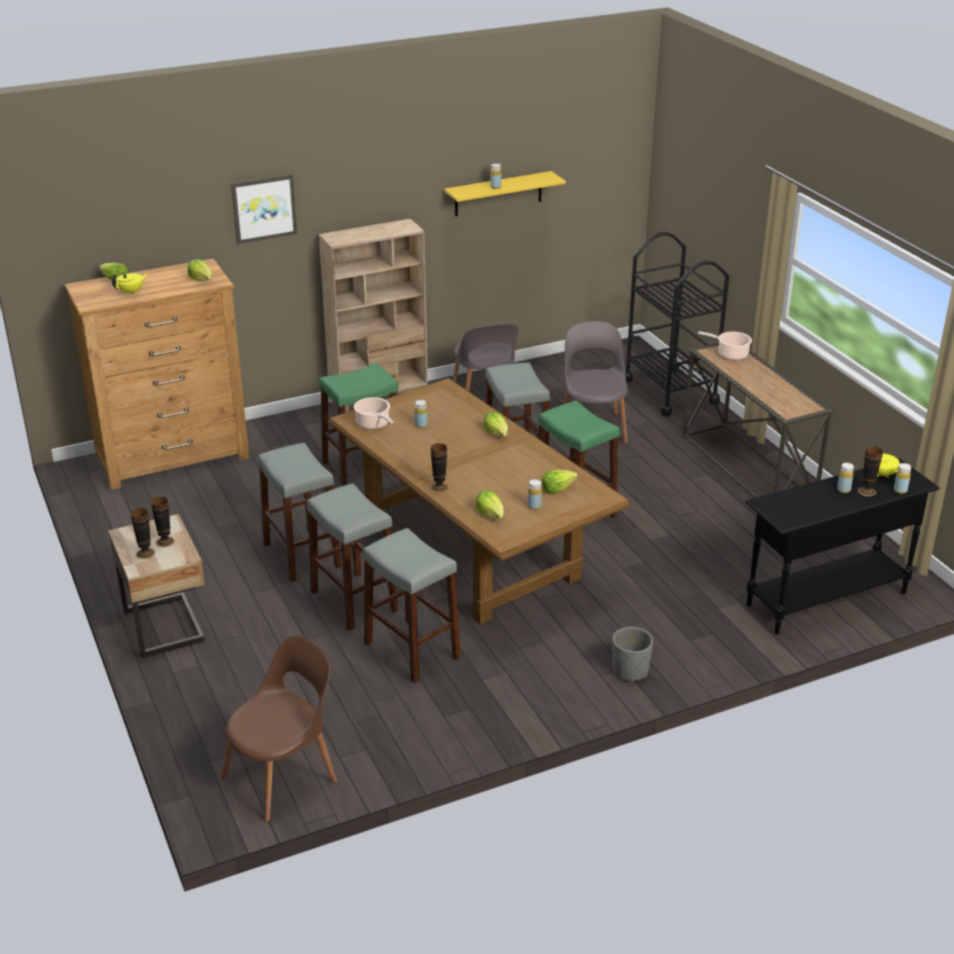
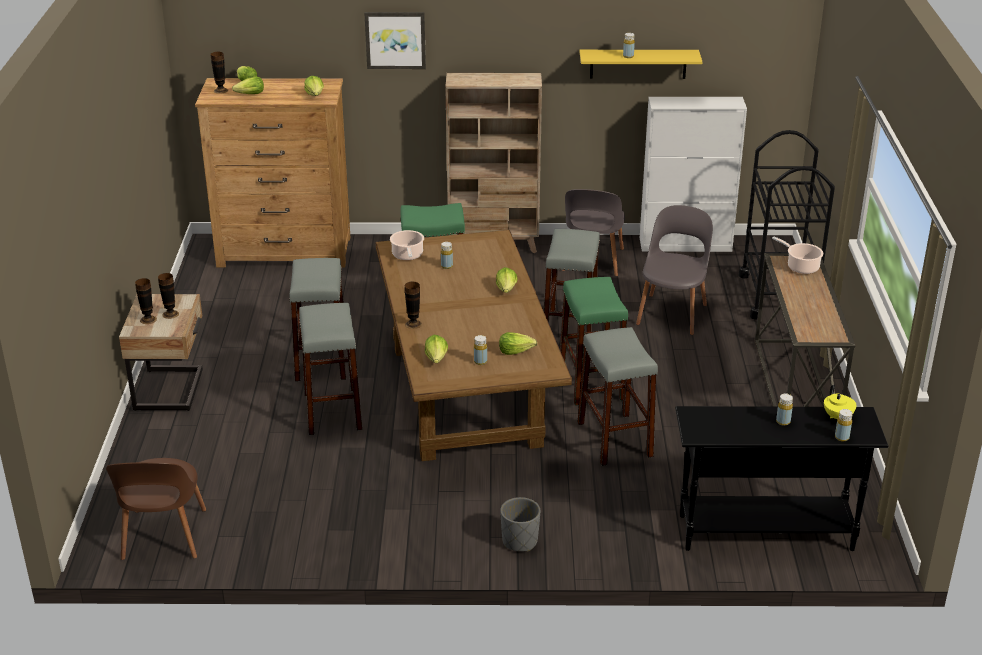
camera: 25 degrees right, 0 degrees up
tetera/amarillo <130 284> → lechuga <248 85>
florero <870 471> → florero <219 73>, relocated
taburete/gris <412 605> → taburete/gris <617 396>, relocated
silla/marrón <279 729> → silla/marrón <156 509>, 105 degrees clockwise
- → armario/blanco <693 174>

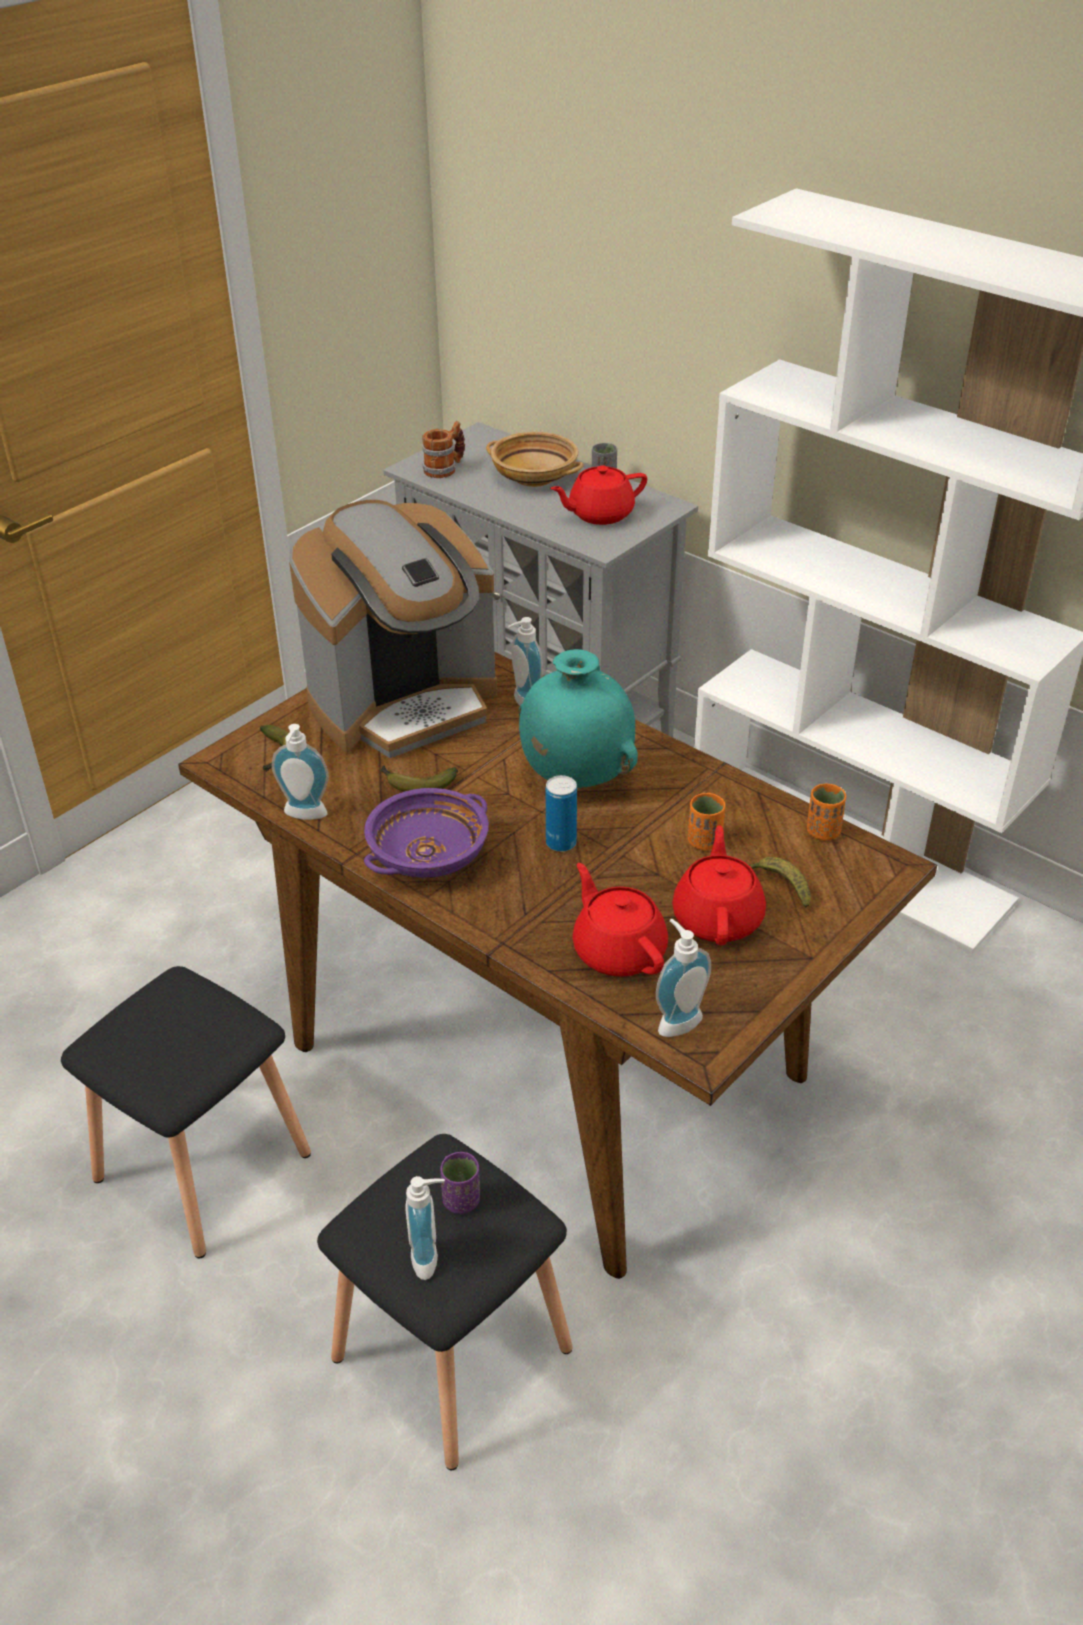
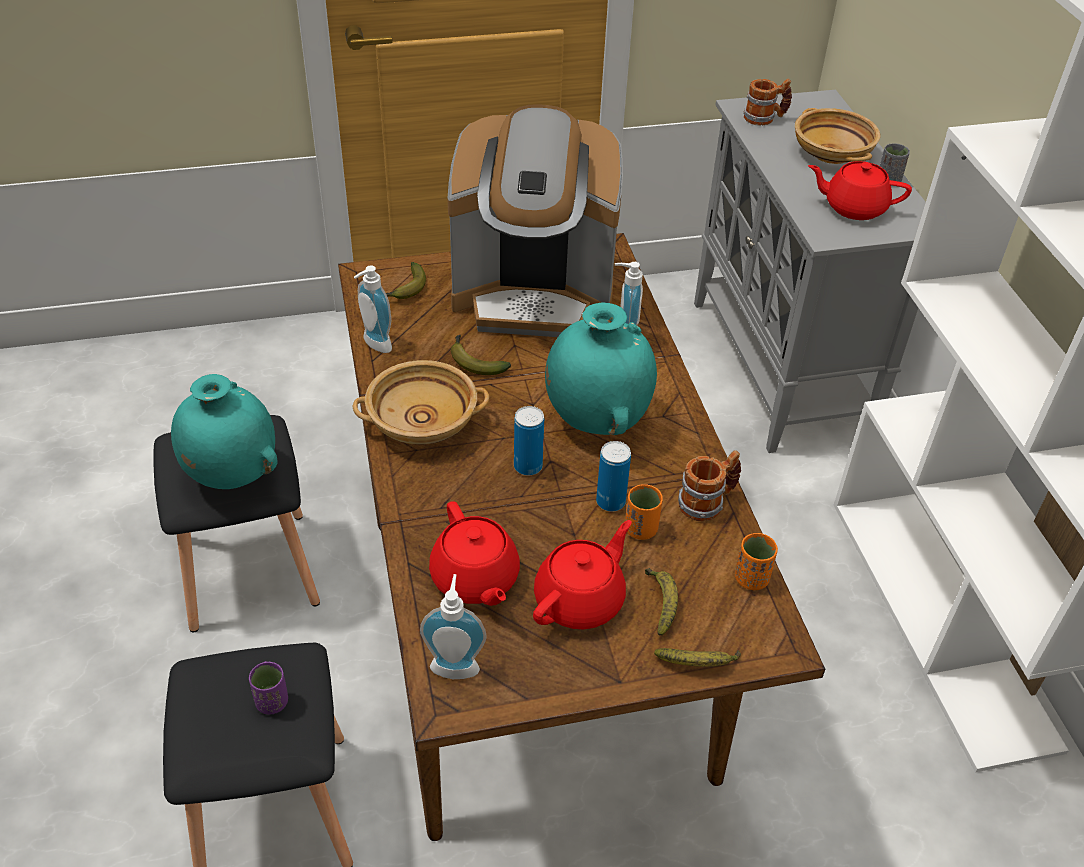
camera: 35 degrees right, 5 degrees up
cuenco/morado <426 833> → cuenco/beis <421 402>
tetera/rojo <620 920> → tetera/rojo <474 553>, 150 degrees clockwise
dispensador de jabón <425 1228> → -
- → florero/turquesa <224 431>
- → lata <613 476>
- → taza grande <709 485>
- → plátano <697 657>

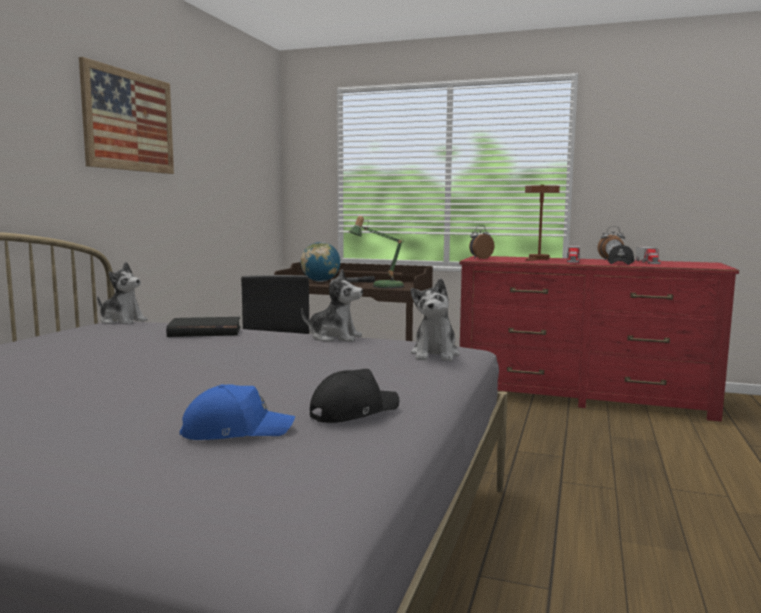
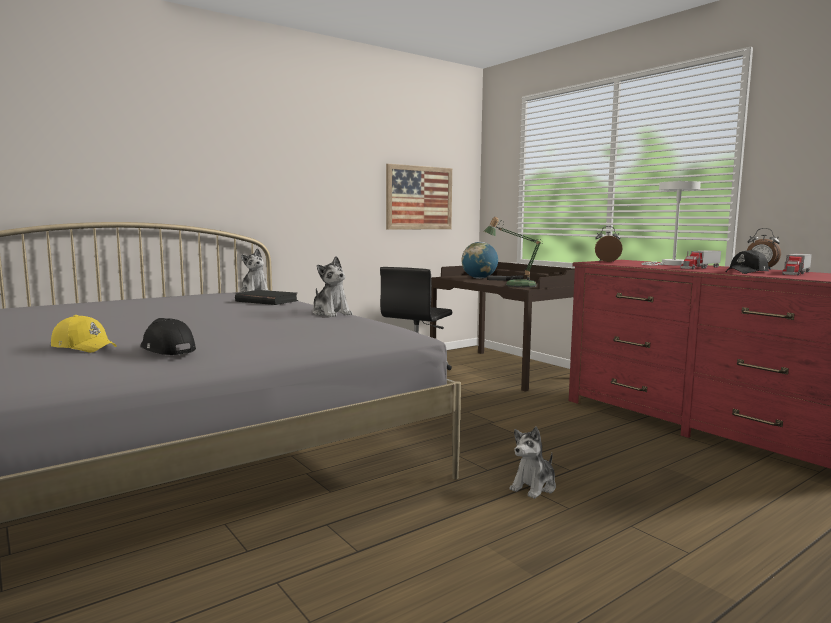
camera: 35 degrees right, 0 degrees up
cuadro <126 115> → cuadro <419 197>, relocated
lámpara de mesa/marrón <542 223> → lámpara de mesa/blanco <671 223>
peluche <435 320> → peluche <532 463>, relocated
gorra/negro <354 396> → gorra/negro <168 336>, 135 degrees counterclockwise
gorra/azul <237 412> → gorra/amarillo <84 334>

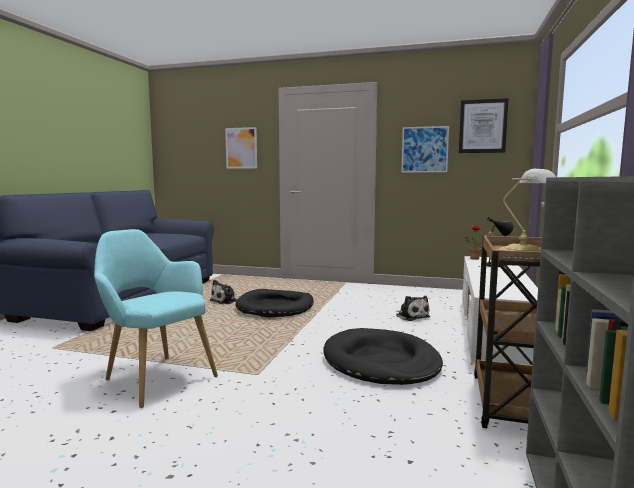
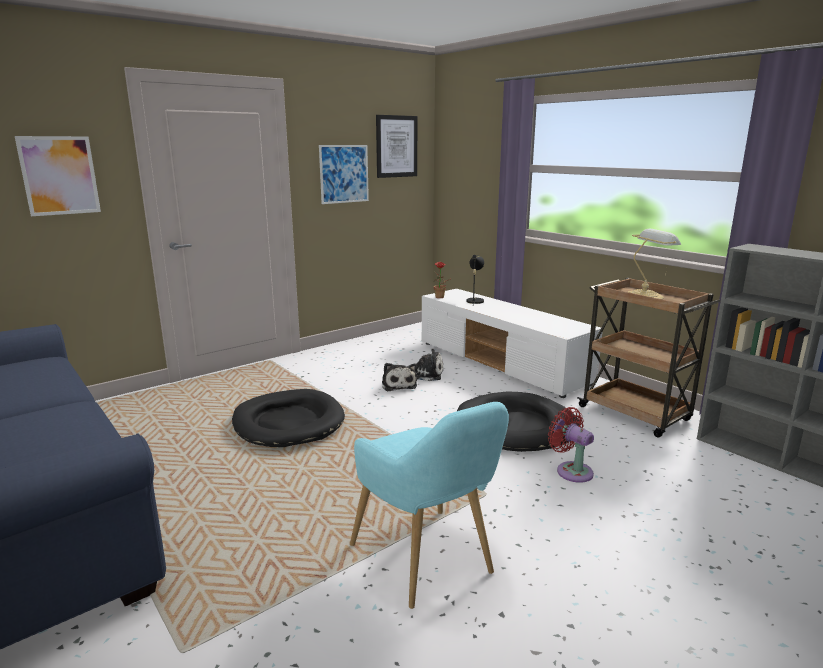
camera: 55 degrees left, 10 degrees up
sillón/turquesa <156 318> → sillón/turquesa <429 505>, 105 degrees counterclockwise
peluche <223 292> → peluche <399 377>, relocated
- → ventilador/rojo <571 445>

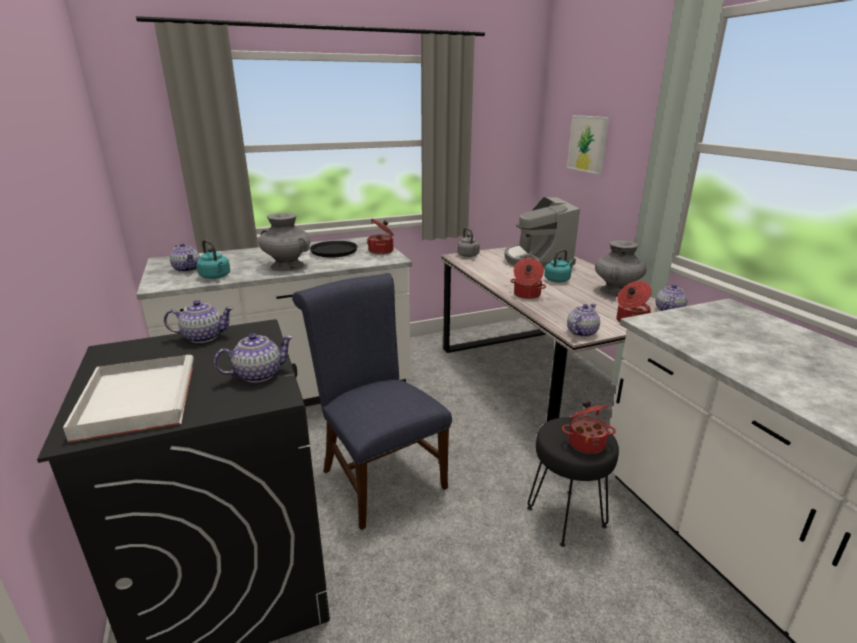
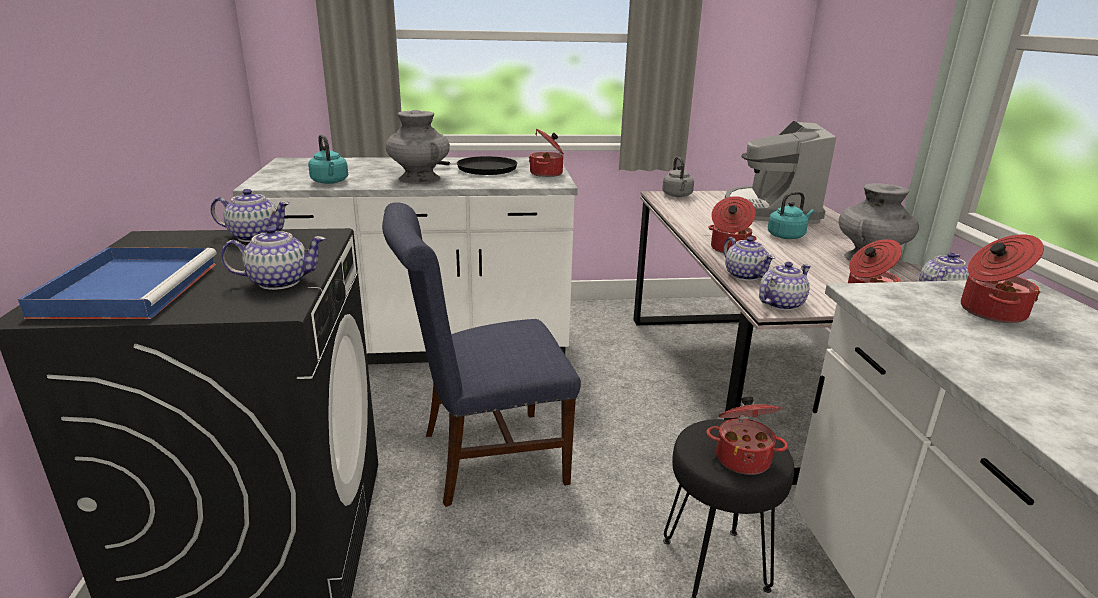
camera: 15 degrees right, 0 degrees up
cuadro <588 145> → -
tetera <185 257> → tetera <749 259>, relocated
silla/azul <372 401> → silla/azul <481 354>, 90 degrees counterclockwise
bandeja/blanco <128 399> → bandeja/azul <117 283>
- → olla <1002 278>

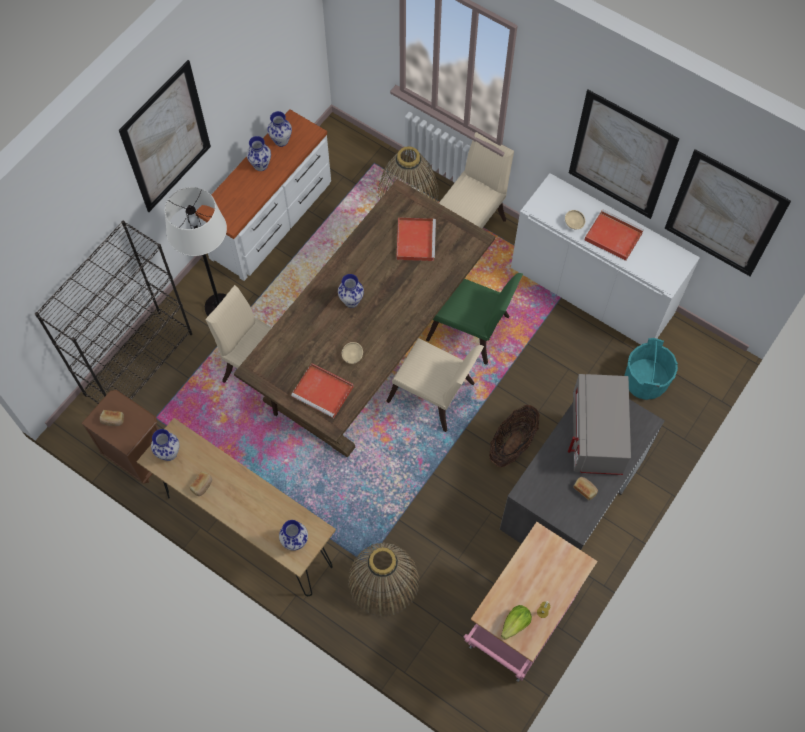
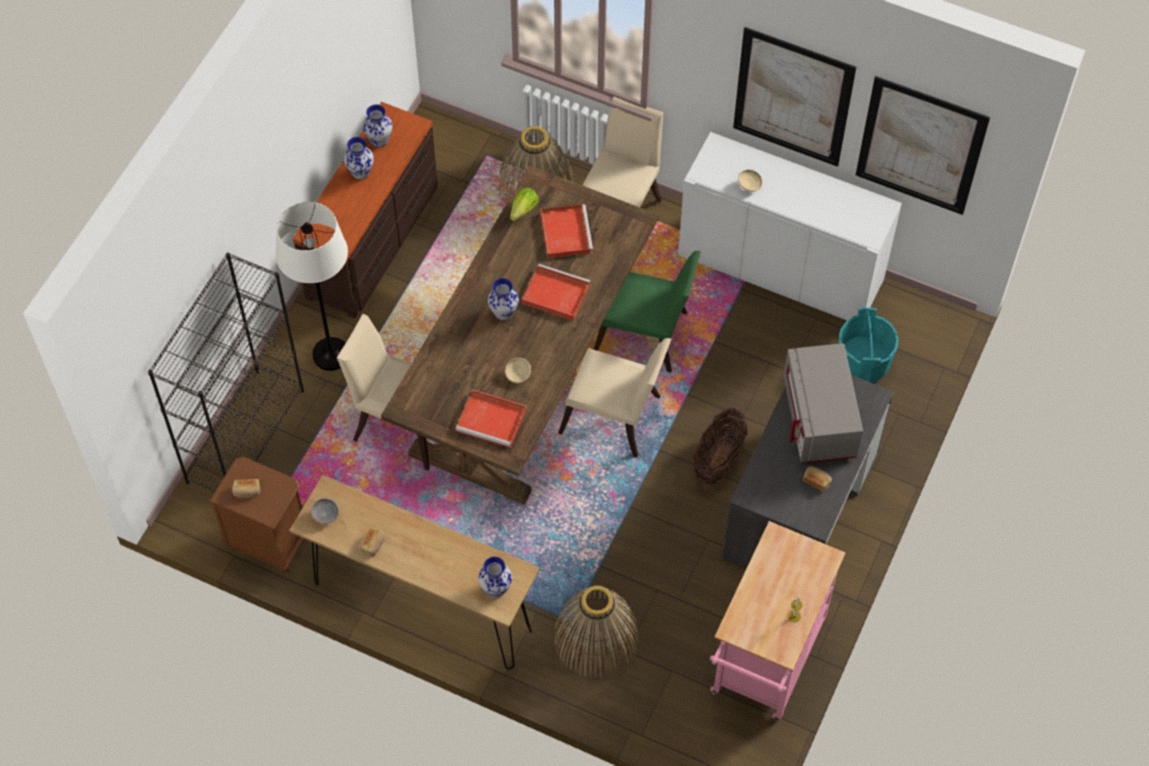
camera: 10 degrees left, 5 degrees down
cuadro <165 136> → -
cómoda/blanco <263 195> → cómoda/marrón <365 210>
bandeja/rojo <614 235> → bandeja/rojo <556 292>, relocated
florero <165 445> → cuenco/gris <325 511>
lechuga <516 622> → lechuga <524 204>, relocated

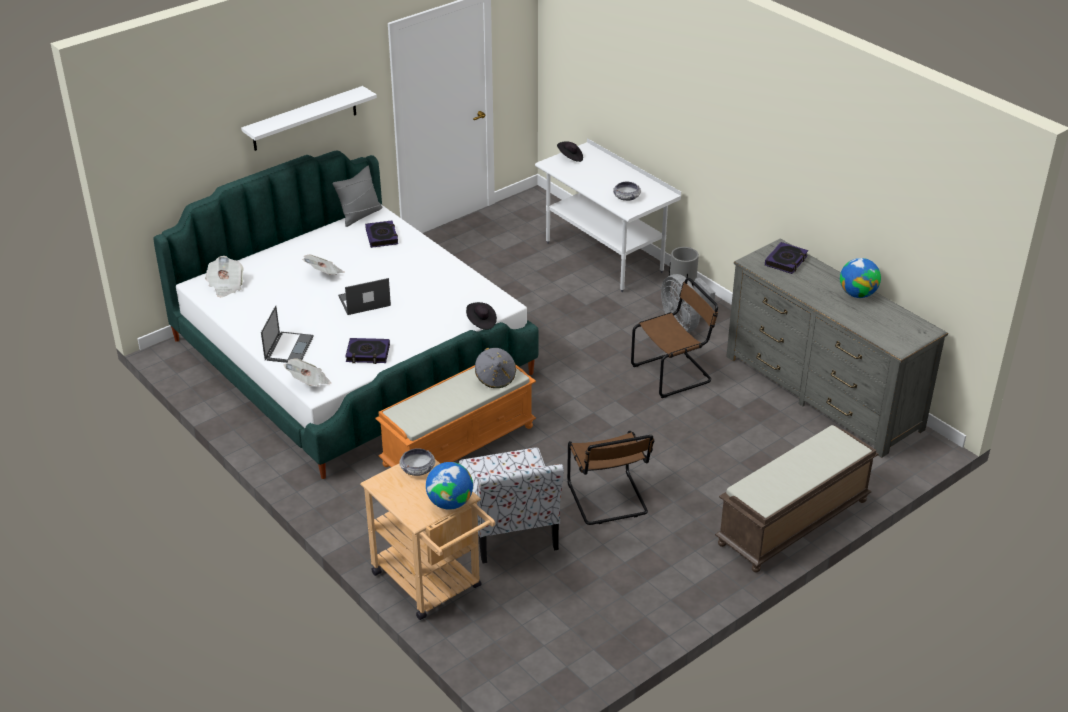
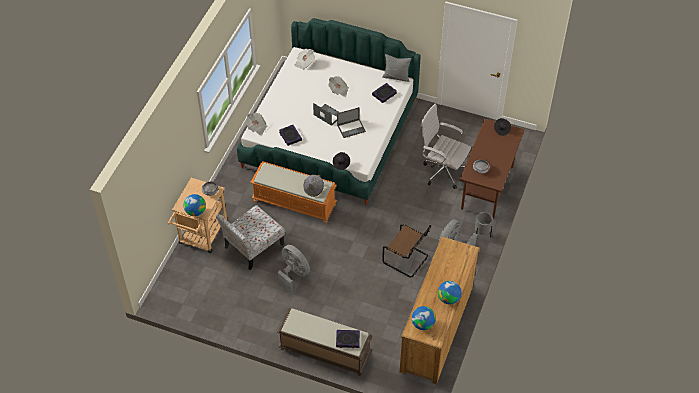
camera: 60 degrees right, 15 degrees up
estante/blanco <309 118> → -
escritorio/blanco <608 215> → escritorio/marrón <492 169>
cómoda/gris <837 348> → cómoda/marrón <440 310>
libro <786 258> → libro <348 339>, relocated
portátil <287 334> → portátil <351 122>, relocated
silla/marrón <611 478> → ventilador/gris <293 269>
- → silla de oficina/blanco <445 146>
- → globo terráqueo <424 318>

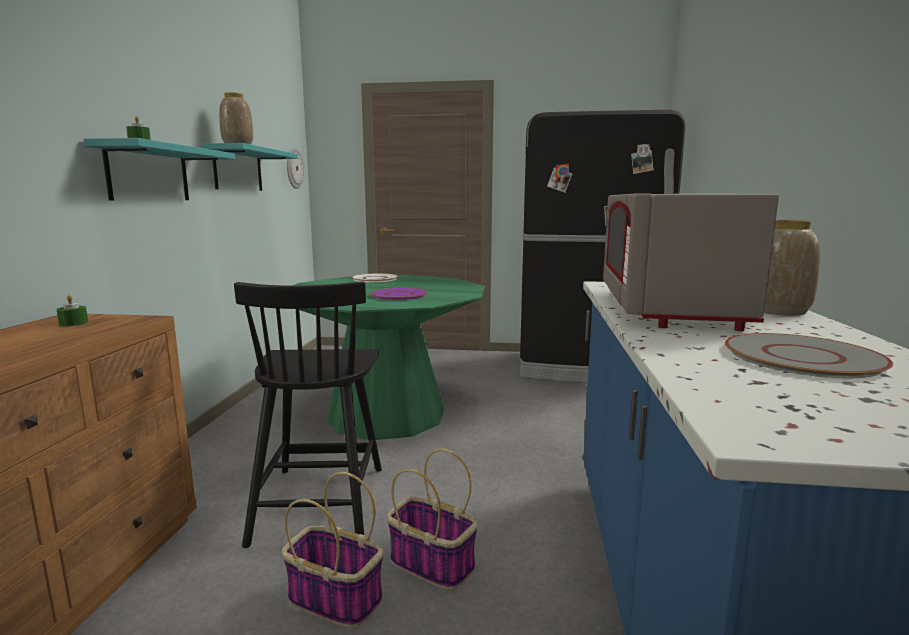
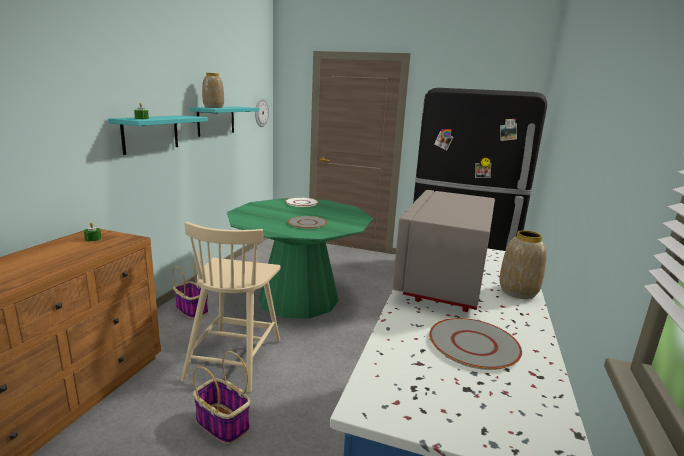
camera: 10 degrees right, 5 degrees up
silla/negro <308 414> → silla/beis <231 307>
plato/morado <399 294> → plato/gris <307 222>
cesta <432 519> → cesta <190 290>, relocated

